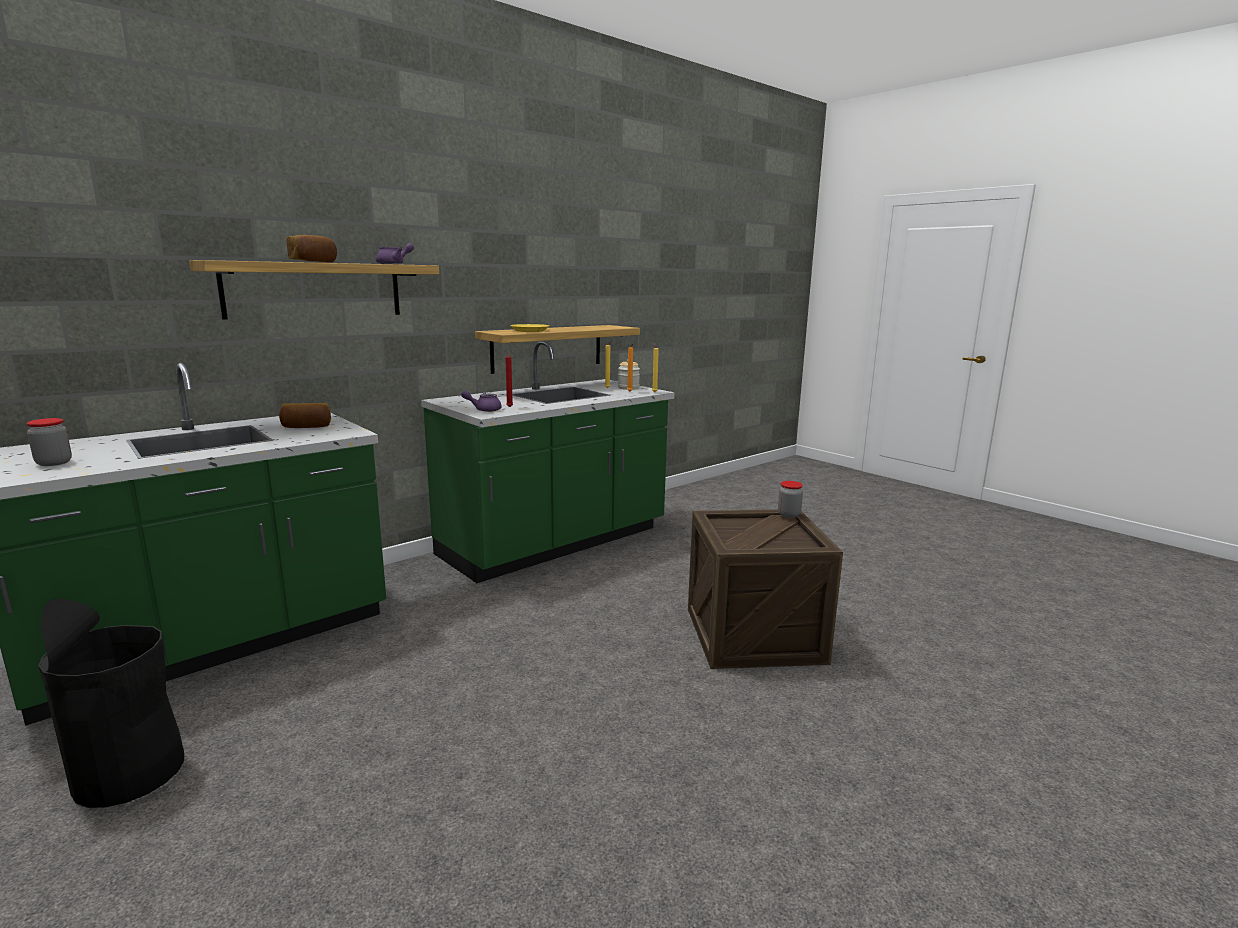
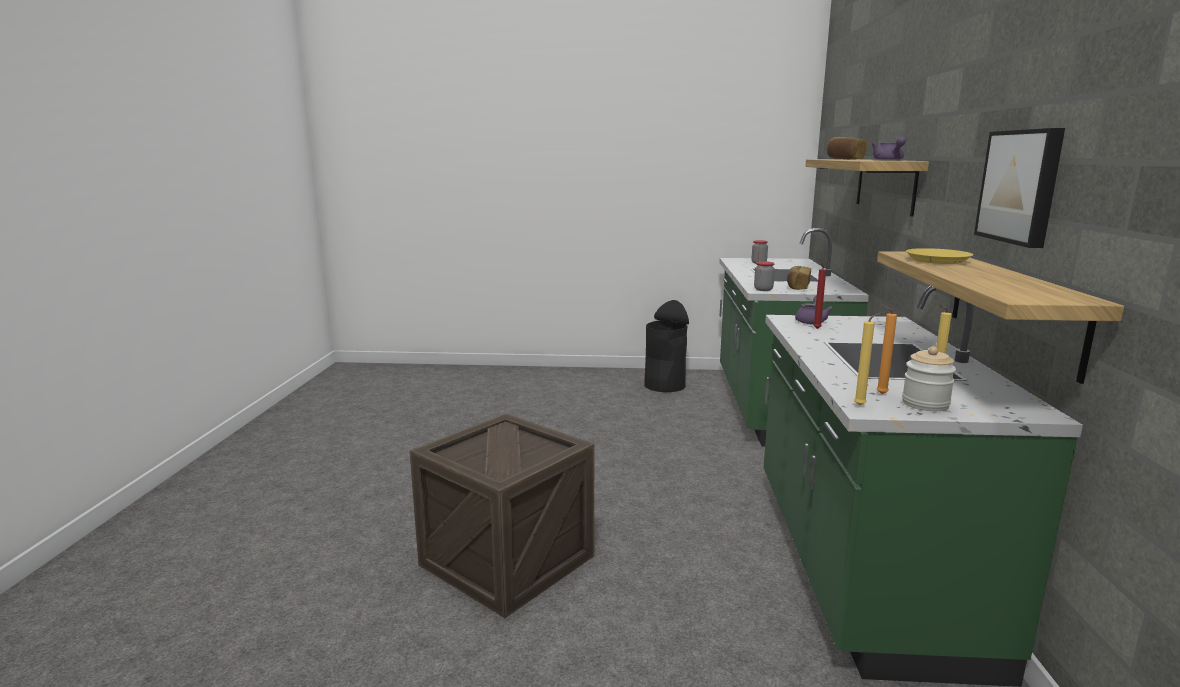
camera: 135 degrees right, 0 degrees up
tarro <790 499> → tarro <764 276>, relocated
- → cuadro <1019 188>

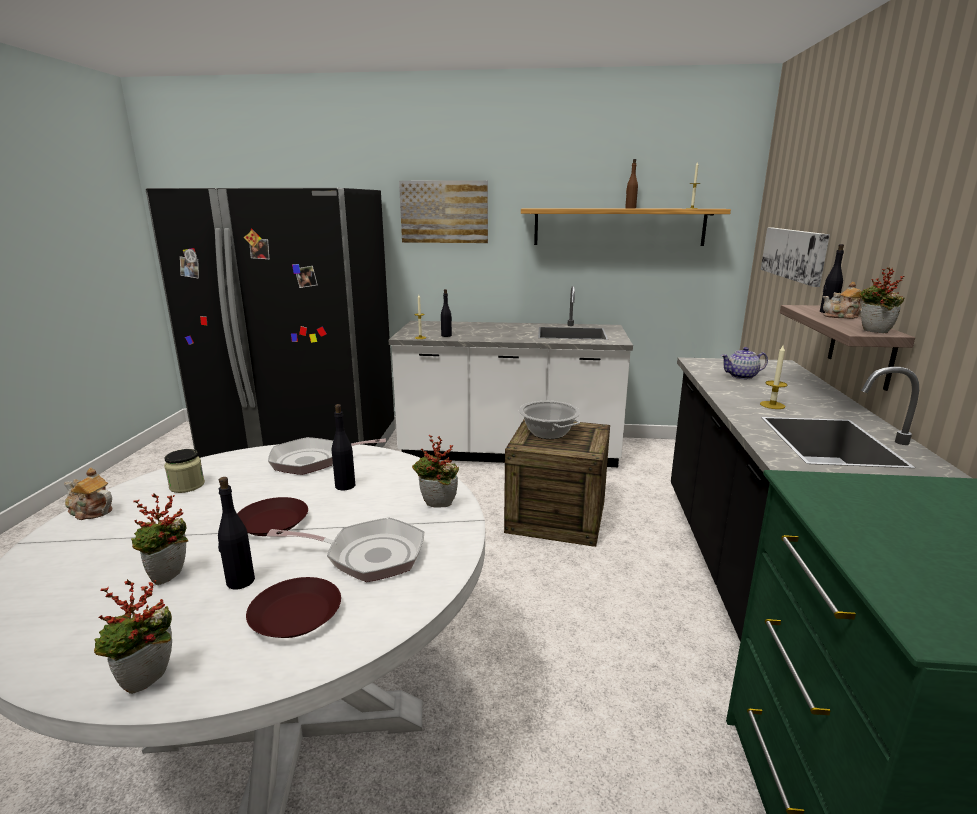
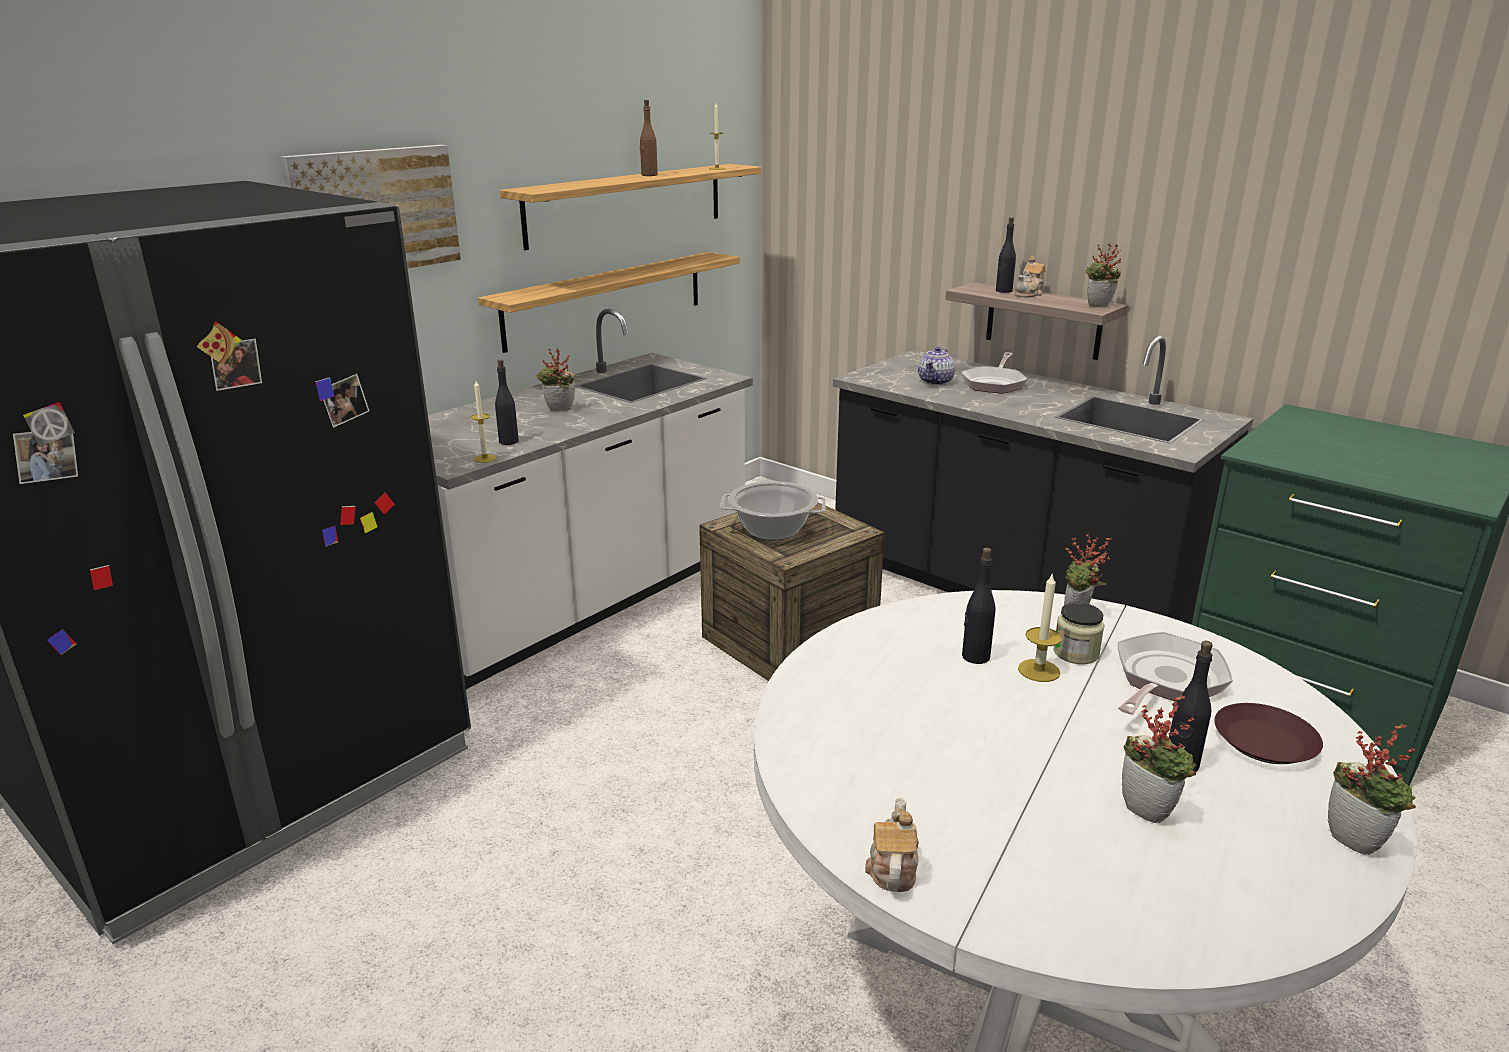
camera: 55 degrees left, 5 degrees up
cuadro <795 257> → -
vela <773 377> → vela <1040 627>, relocated
sartén <327 456> → sartén <994 373>, relocated
tarro <184 471> → tarro <1079 633>, relocated
tetera <88 494> → tetera <892 845>, 135 degrees clockwise
plato/marrón <272 516> → -
- → estante <609 302>
- → planta en maceta <556 379>

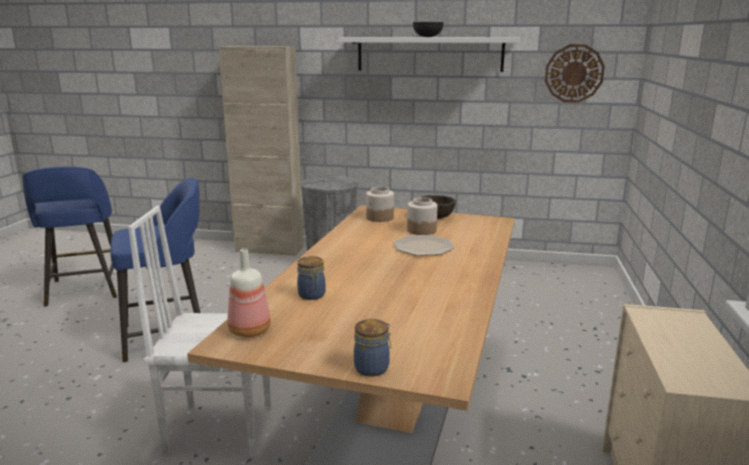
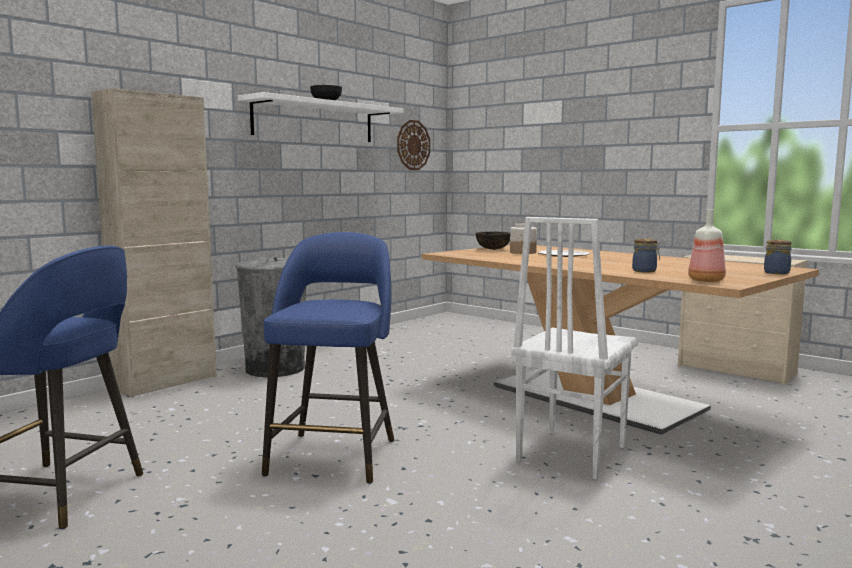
camera: 60 degrees left, 10 degrees down
tarro <380 204> → -

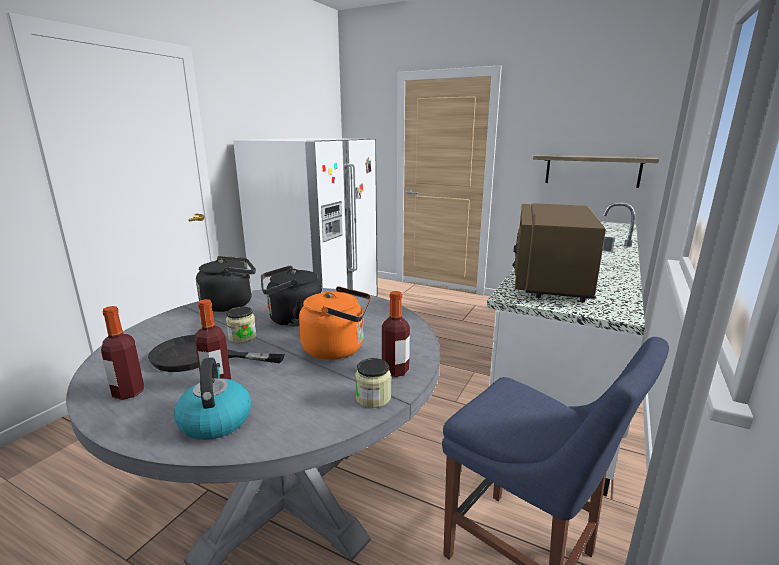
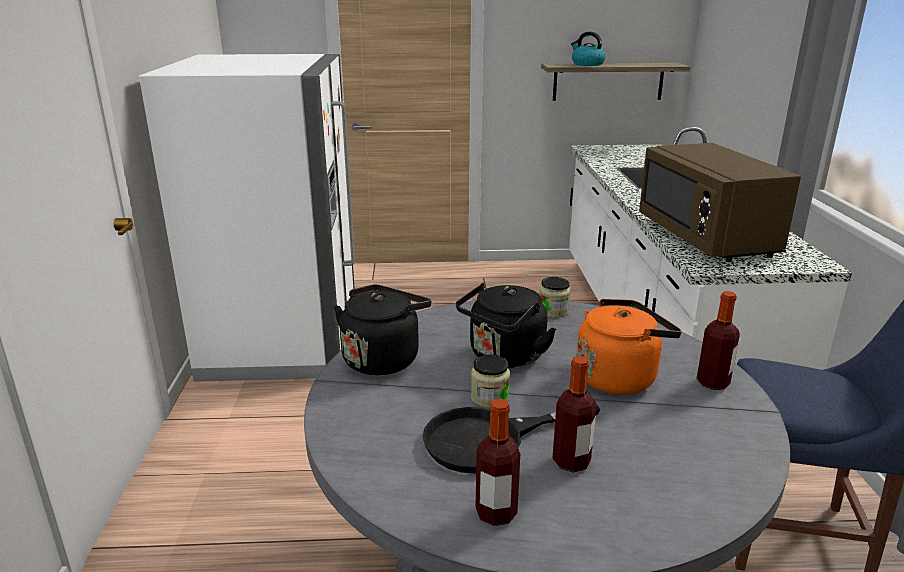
camera: 30 degrees left, 5 degrees up
hervidor <212 398> → hervidor <588 49>, relocated
tarro <373 383> → tarro <555 297>, relocated

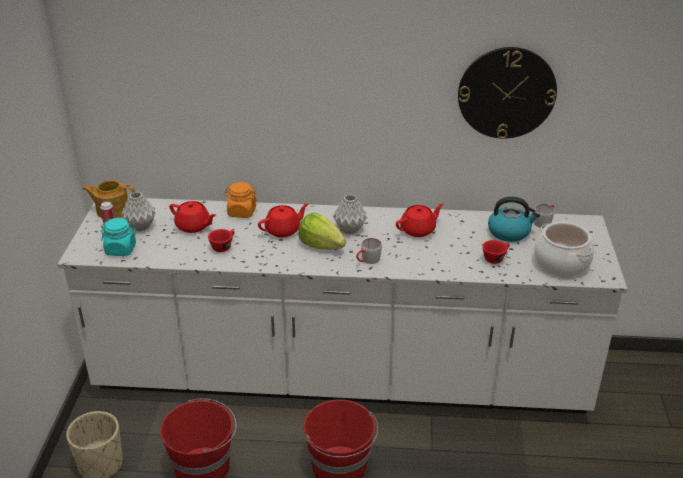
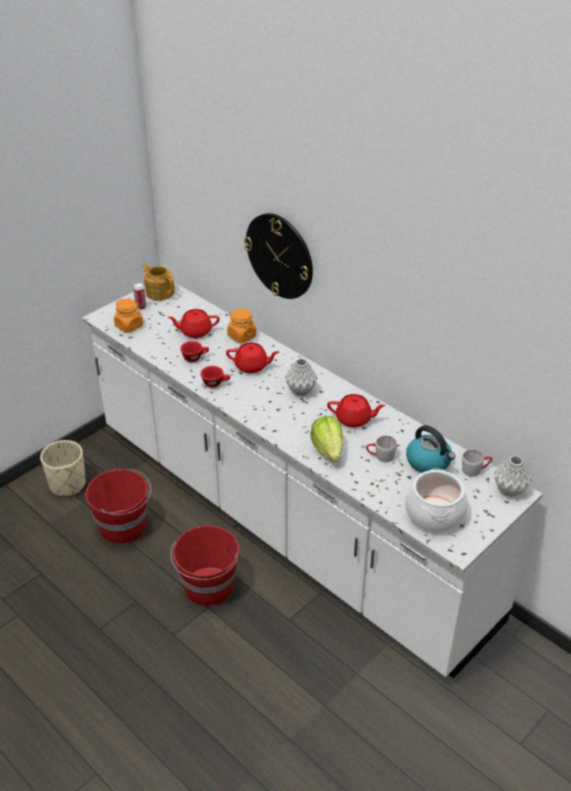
camera: 40 degrees right, 5 degrees up
reloj de pared <507 93> → reloj de pared <278 256>, relocated
florero/gris <139 212> → florero/gris <513 476>, relocated
tetera/rojo <193 217> → tetera/rojo <193 323>, 105 degrees clockwise
lechuga <322 231> → lechuga <326 439>, relocated
tarro/turquesa <118 237> → tarro/naranja <128 316>
taza grande/gris <369 251> → taza grande/gris <381 449>, relocated
taza/rojo <496 252> → taza/rojo <215 377>, relocated

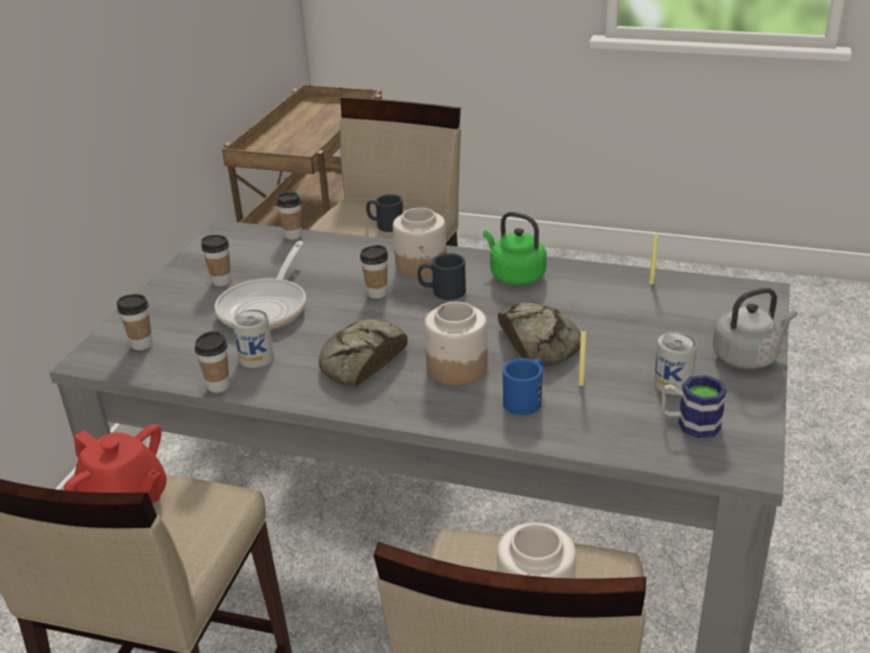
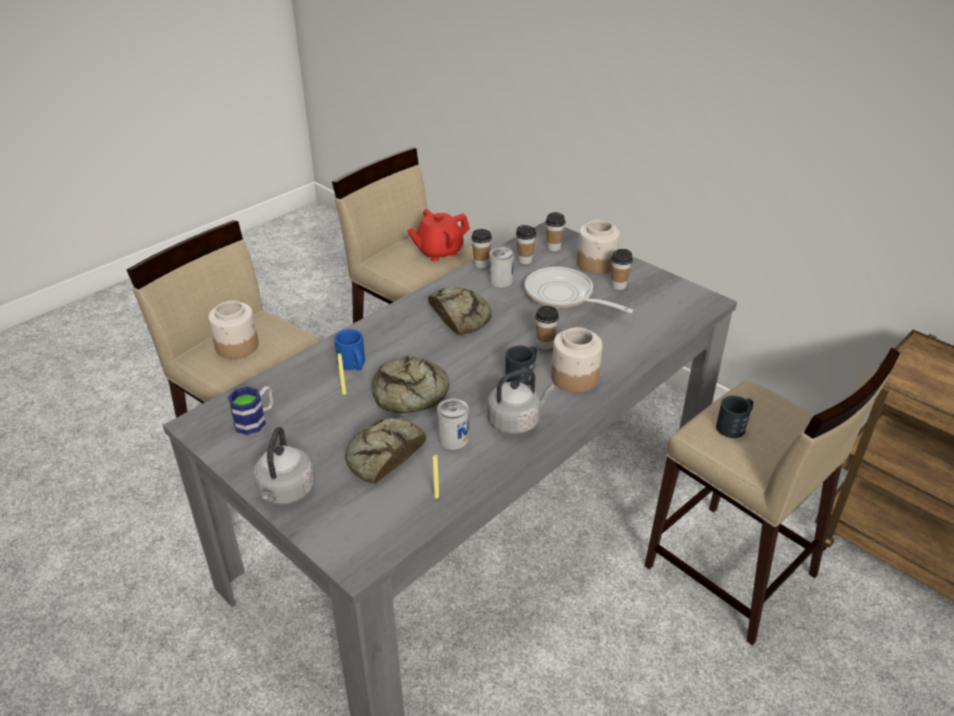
camera: 115 degrees right, 5 degrees up
taza <289 216> → taza <526 244>, relocated
hervidor/verde <515 248> → hervidor/gris <521 401>
tarro <456 343> → tarro <598 247>, relocated
lata <675 363> → lata <453 424>, relocated
- → pan <385 451>

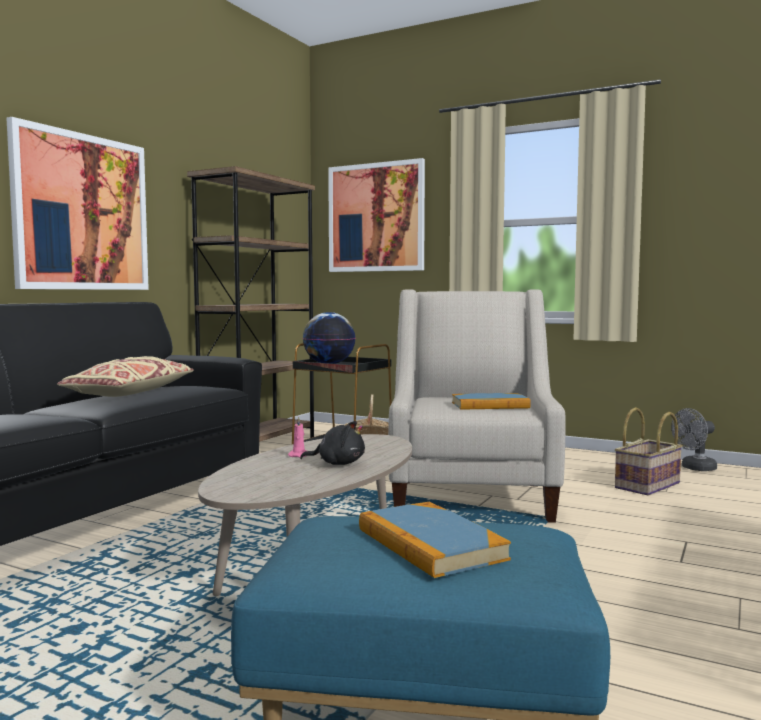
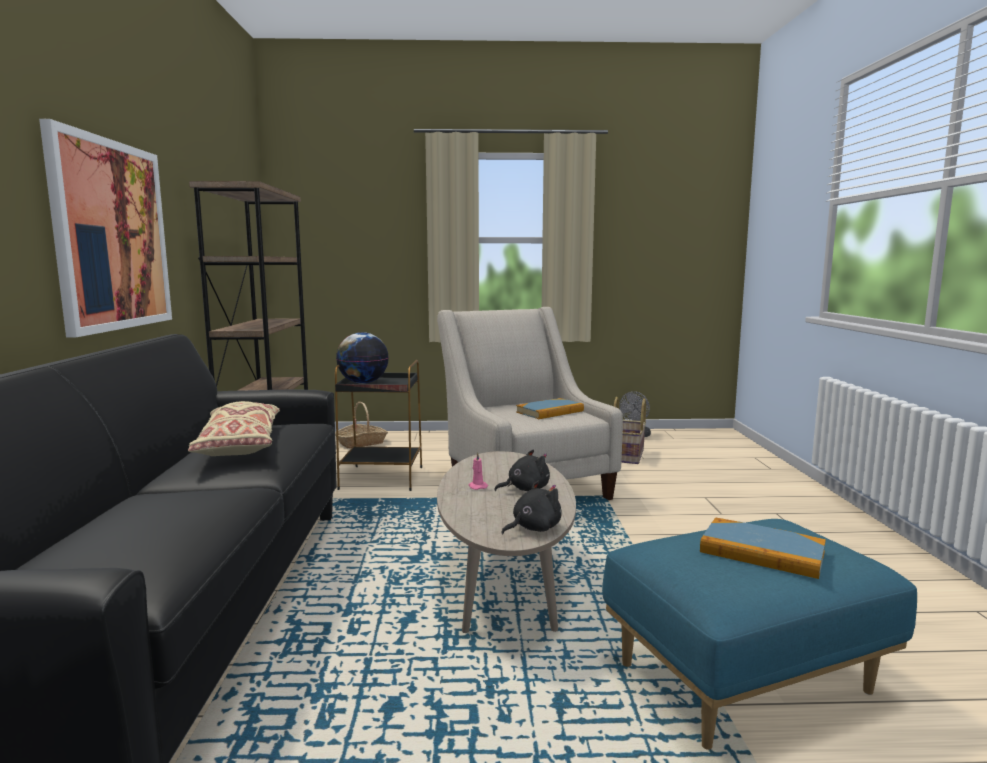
camera: 30 degrees left, 5 degrees up
cuadro <376 215> → -
- → peluche/negro <532 507>

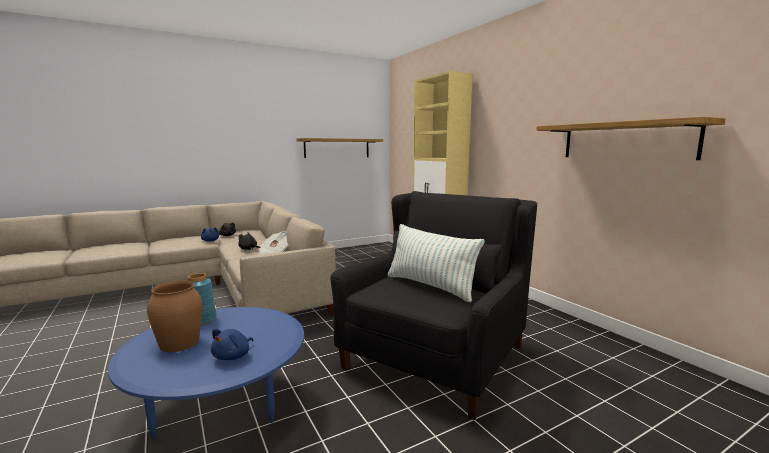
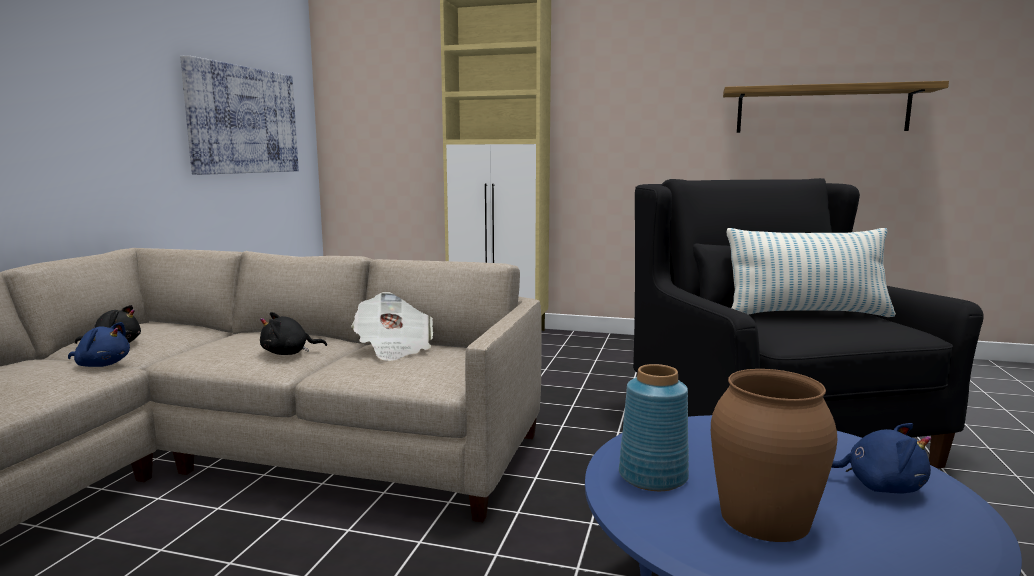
camera: 45 degrees left, 0 degrees up
estante <340 148> → cuadro <239 115>
peluche/azul <232 344> → peluche/azul <881 458>, 45 degrees counterclockwise

